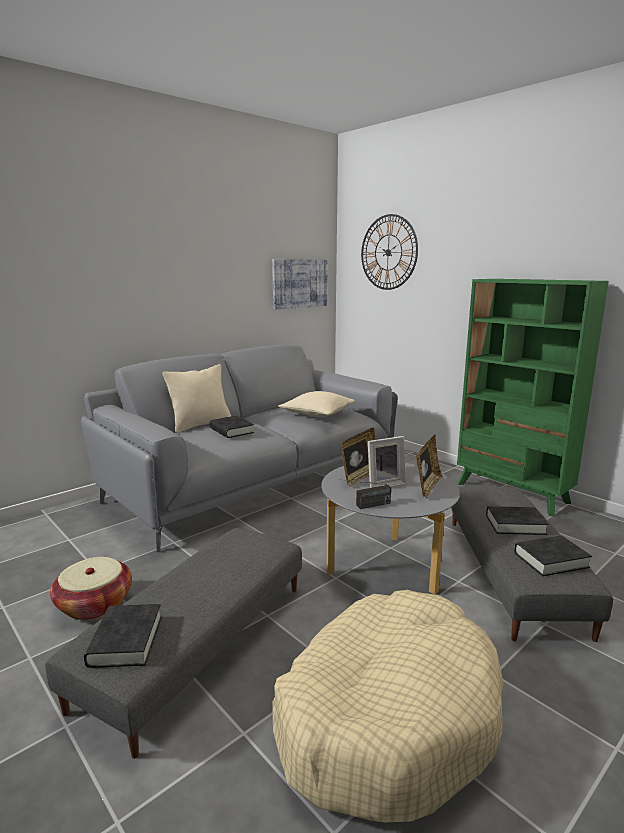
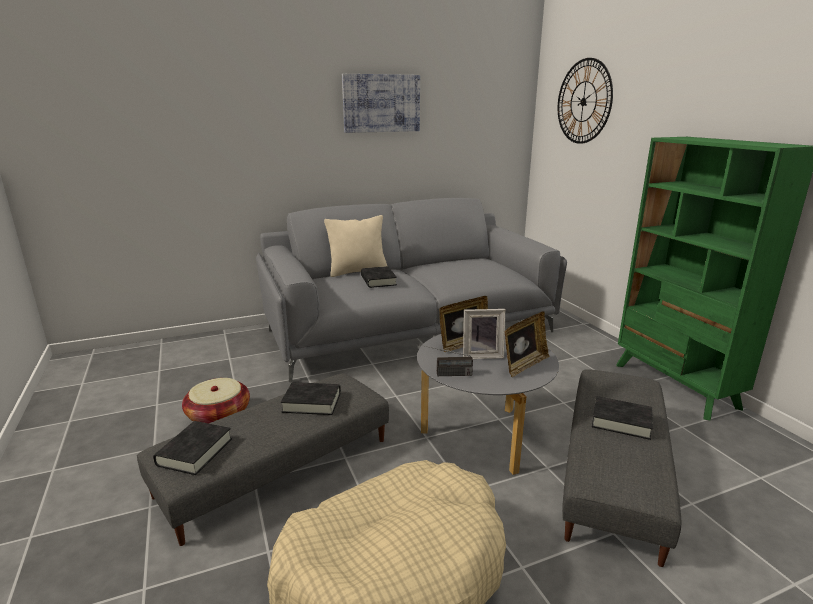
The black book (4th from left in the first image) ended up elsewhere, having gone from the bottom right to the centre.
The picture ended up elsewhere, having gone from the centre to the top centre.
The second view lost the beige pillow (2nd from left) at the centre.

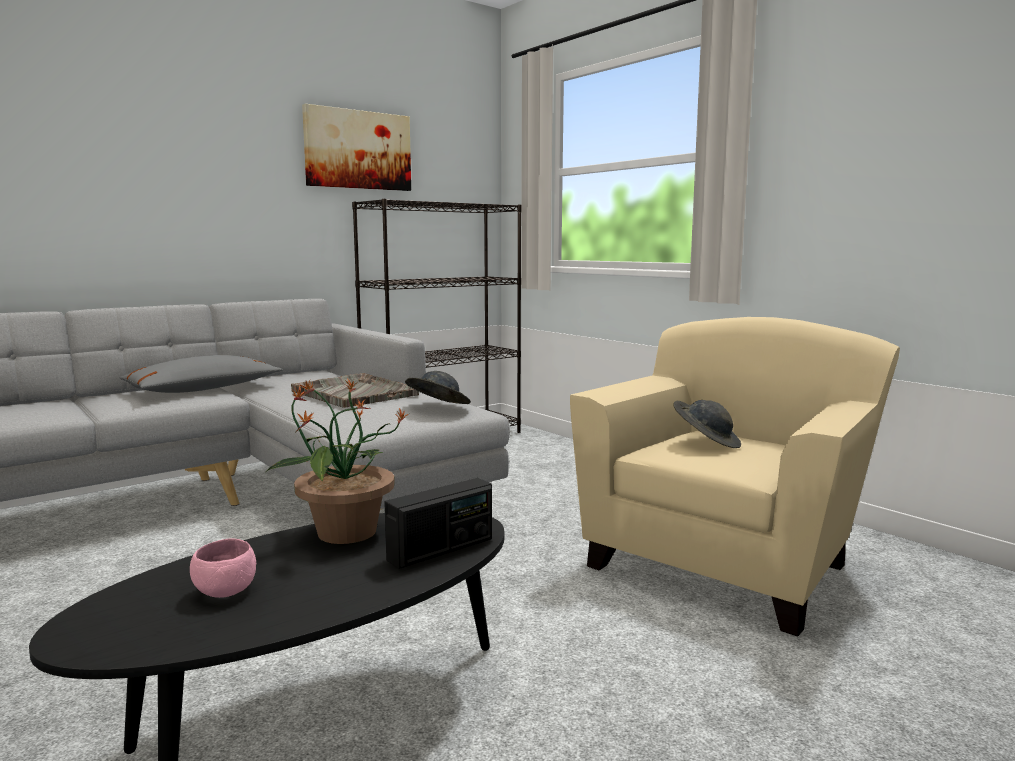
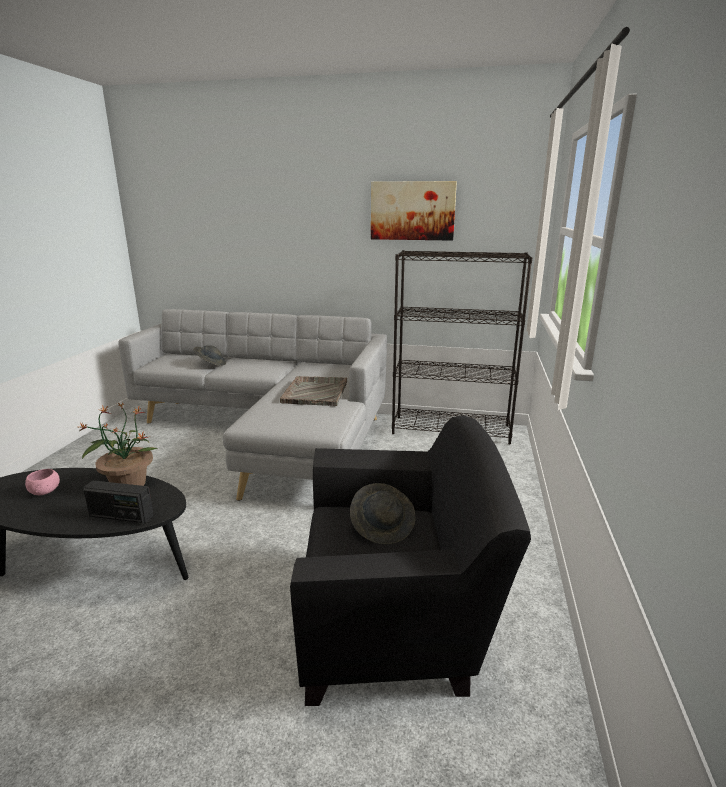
The grey hat (1st from left) ended up elsewhere, having gone from the centre to the middle left.
What was the beige armchair at the middle right turned into the black armchair at the bottom centre.
The second view lost the grey pillow at the middle left.

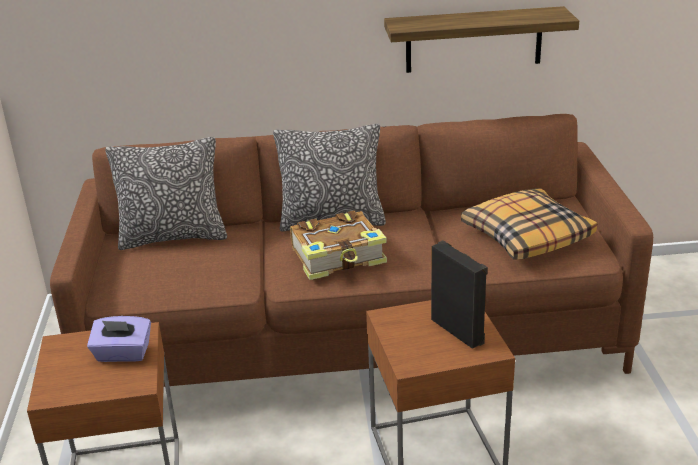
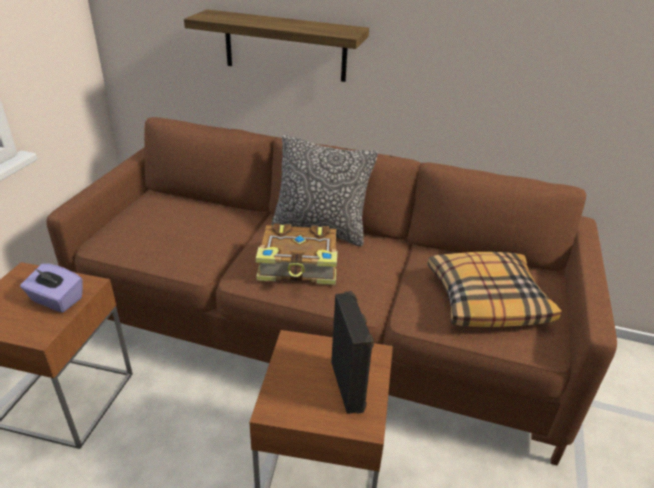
The shelf ended up elsewhere, having gone from the top right to the top centre.
The second view lost the pillow (1st from left) at the middle left.

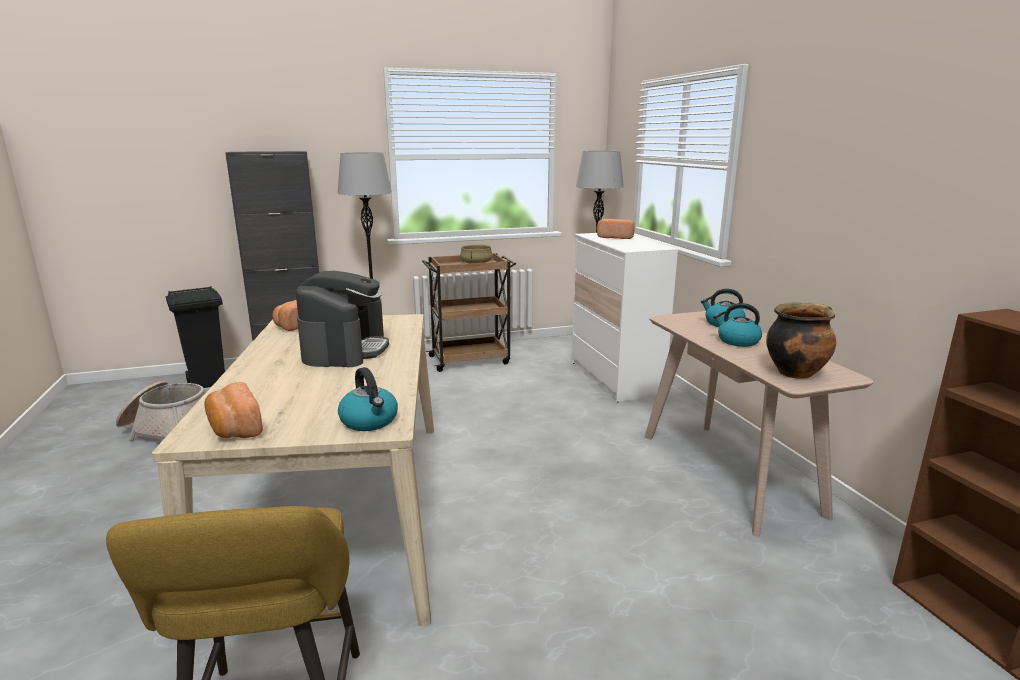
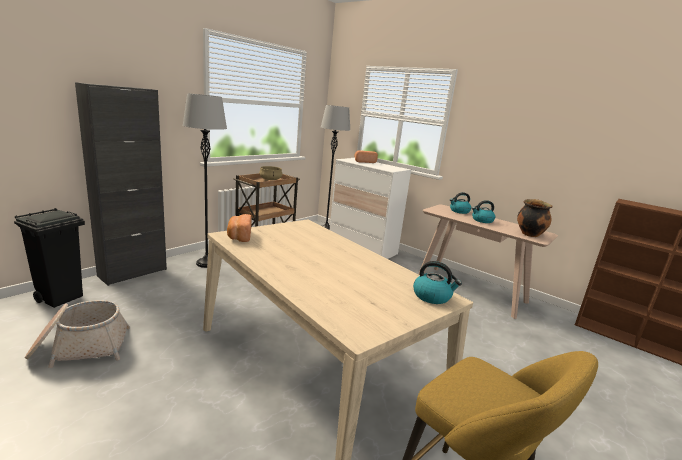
The second view lost the bread (1st from left) at the middle left.
The second view lost the coffee machine at the centre.

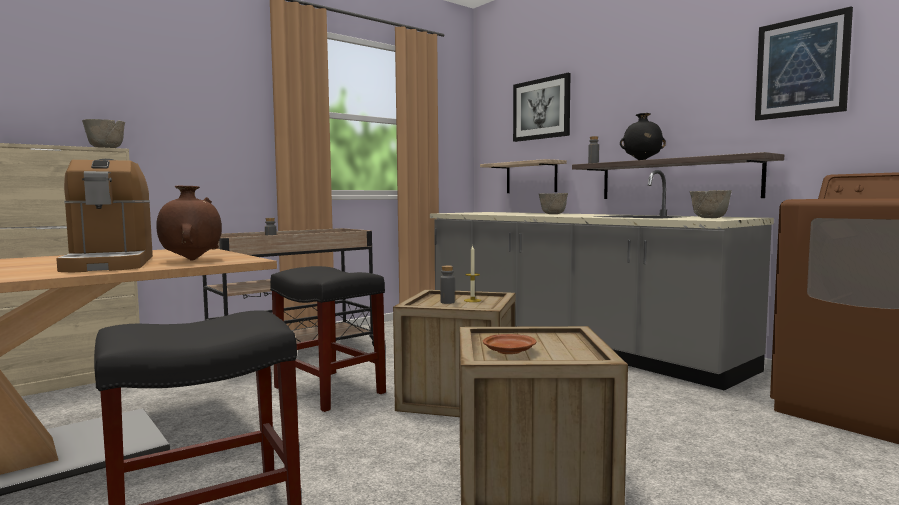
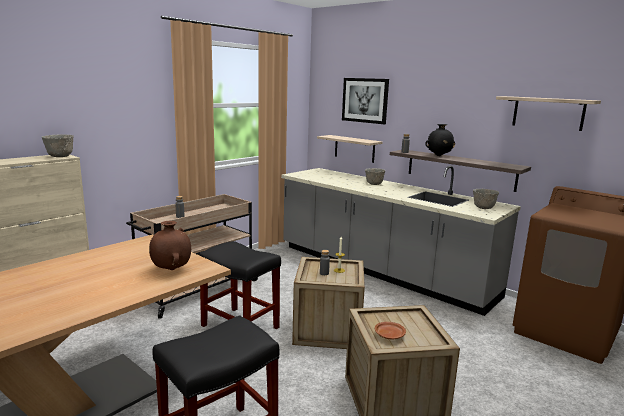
Where the picture (2nd from left) hung at the top right, the shelf (3rd from left) came to hang at the top right.
The second view lost the coffee machine at the middle left.

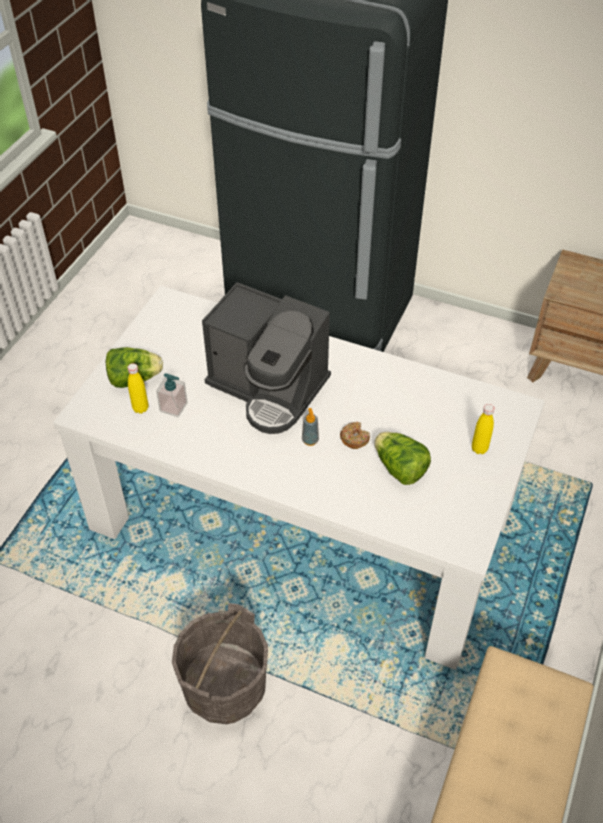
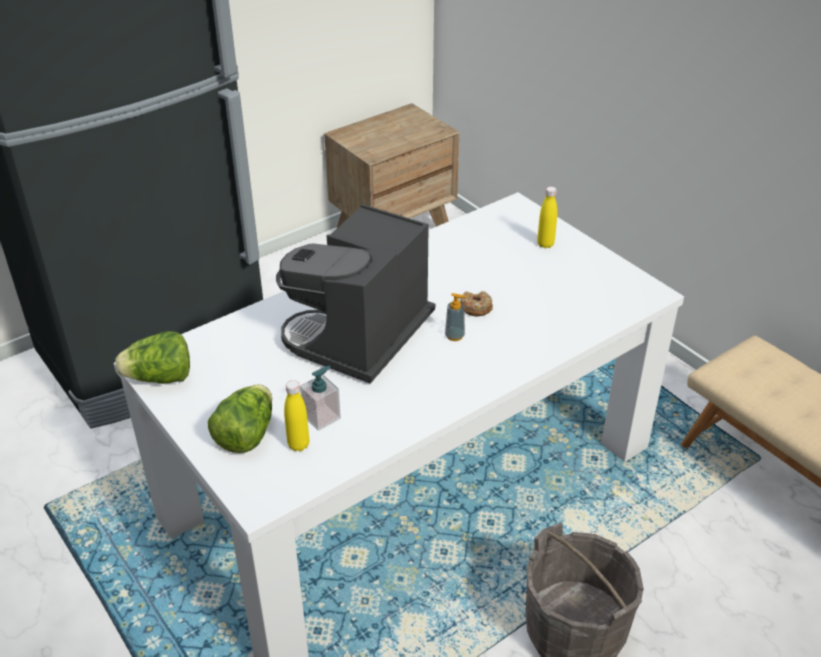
The lettuce (2nd from left in the first image) ended up elsewhere, having gone from the middle right to the middle left.
The coffee machine at the centre ended up facing another way, 150 degrees clockwise from before.

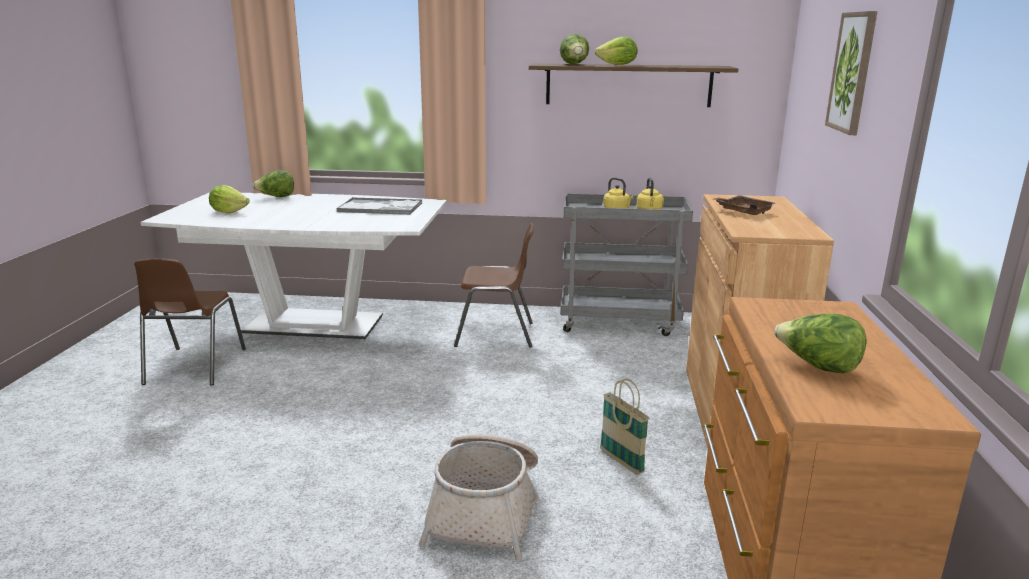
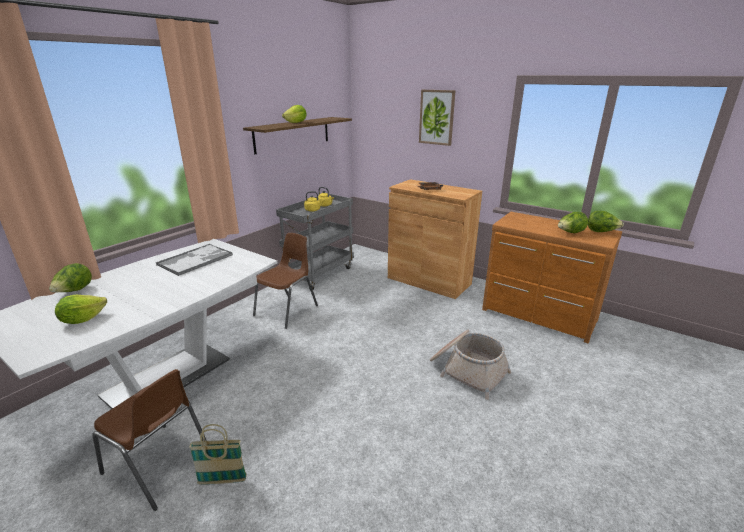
The basket (2nd from left in the first image) ended up elsewhere, having gone from the bottom centre to the bottom left.
The lettuce (3rd from left in the first image) ended up elsewhere, having gone from the top centre to the middle right.

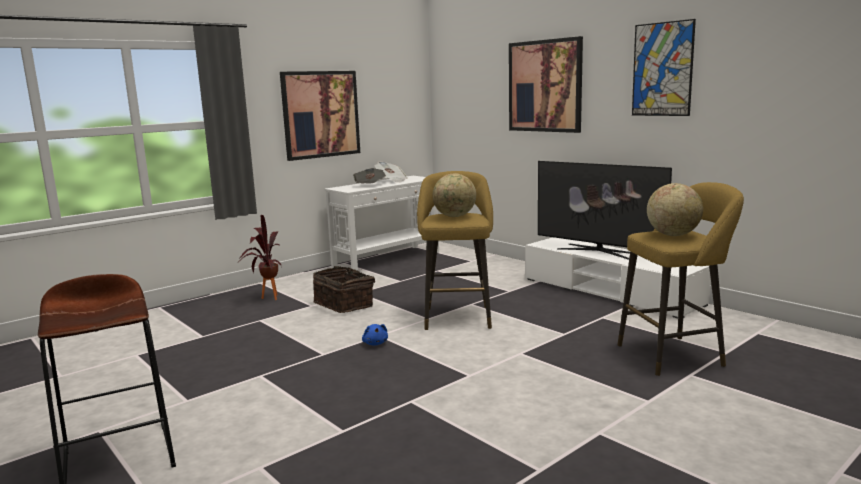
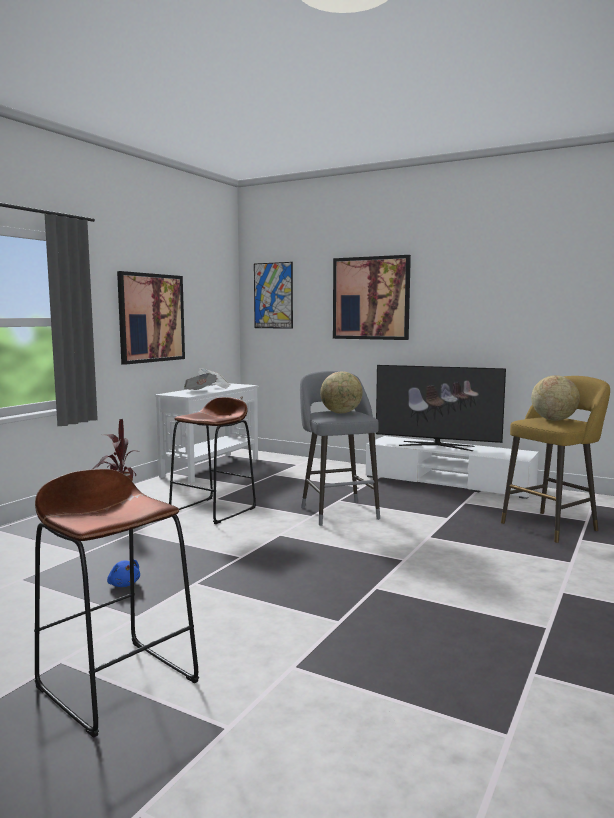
The blue plush toy ended up elsewhere, having gone from the bottom centre to the bottom left.
Where the basket stood at the centre, the brown stool (2nd from left) came to stand at the centre.
The picture (3rd from left in the first image) ended up elsewhere, having gone from the top right to the centre.
What was the yellow stool (1st from left) at the centre turned into the grey stool at the centre.

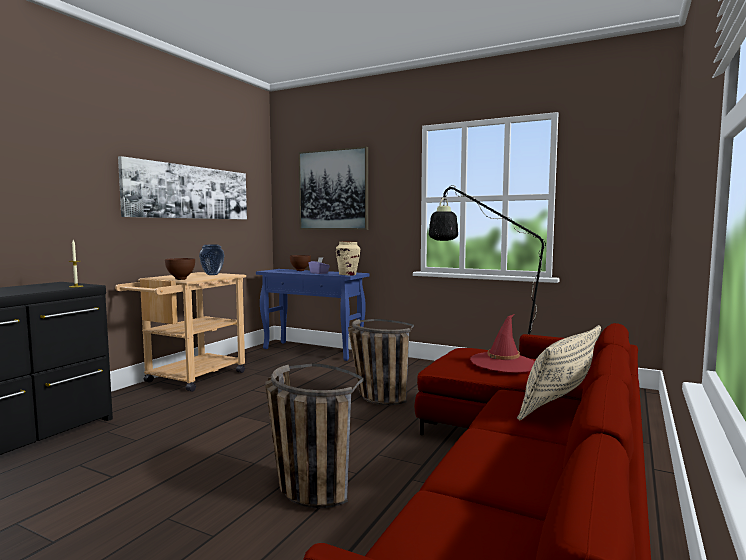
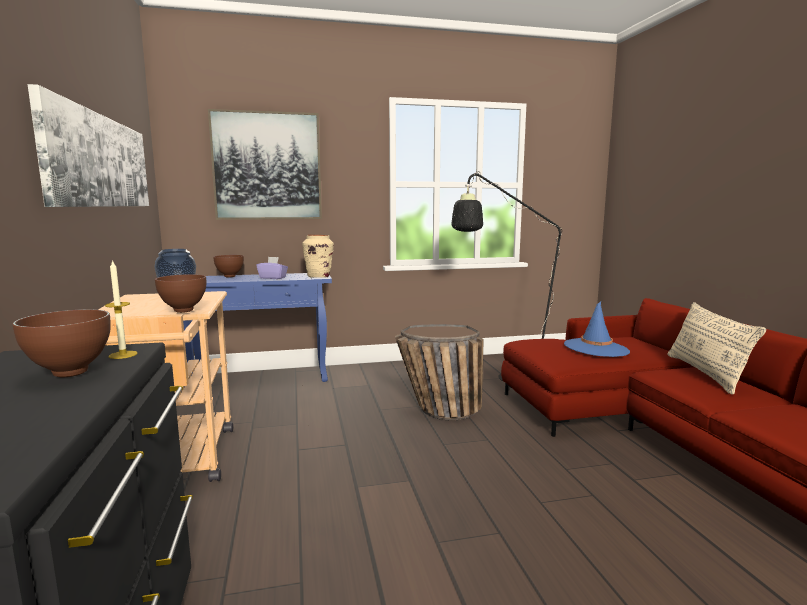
The second view gained the brown bowl (1st from left) at the middle left.
What was the red hat at the middle right turned into the blue hat at the middle right.
The second view lost the basket (1st from left) at the bottom centre.

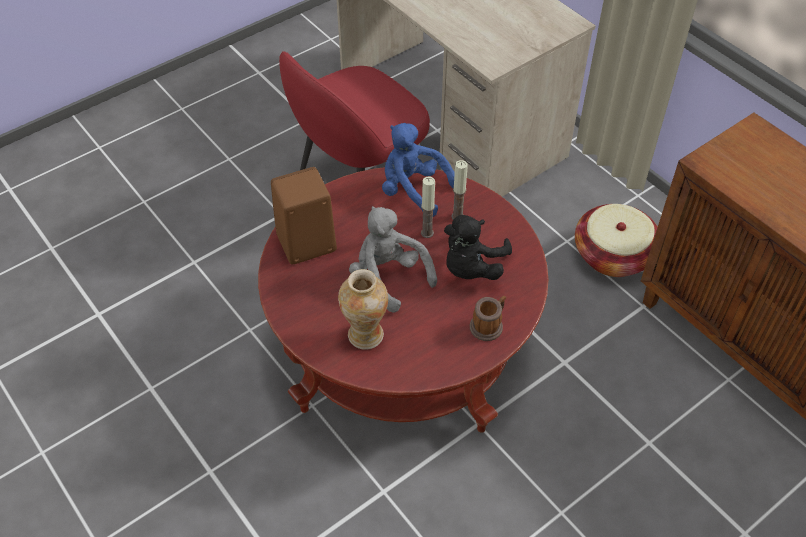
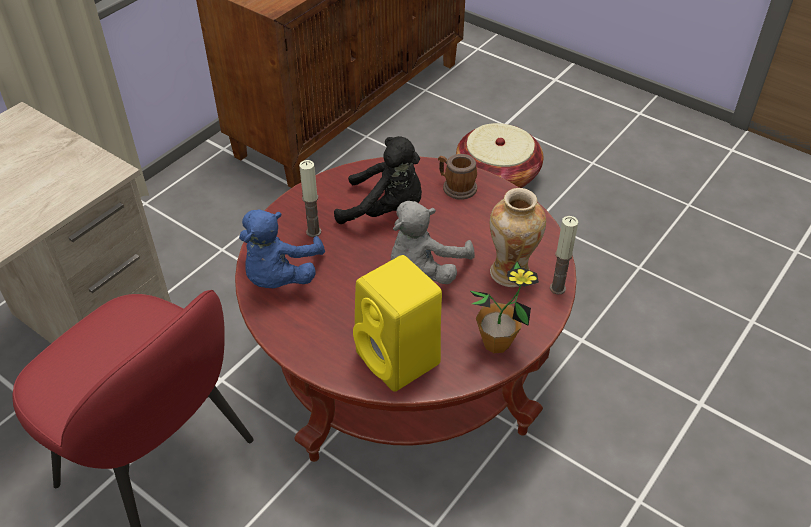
What was the brown speaker at the centre turned into the yellow speaker at the centre.
The basket ended up elsewhere, having gone from the middle right to the top centre.
The second view gained the potted plant at the centre.
The candle (1st from left in the first image) ended up elsewhere, having gone from the centre to the middle right.

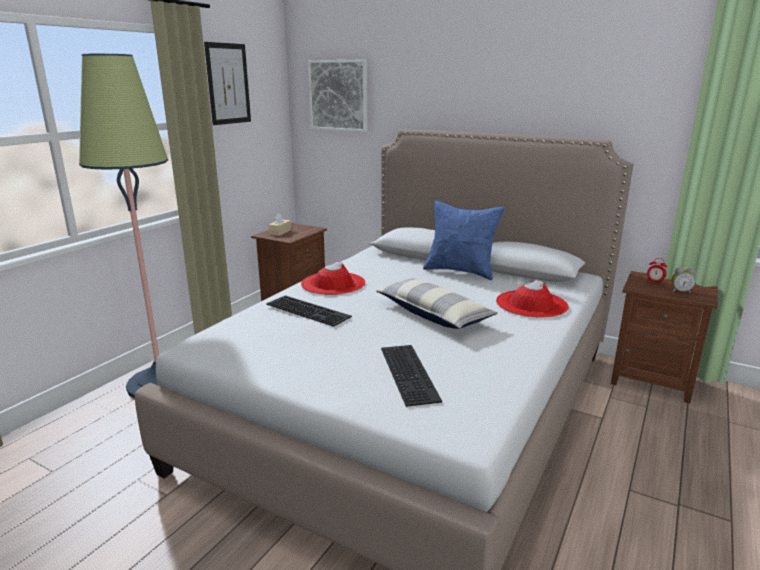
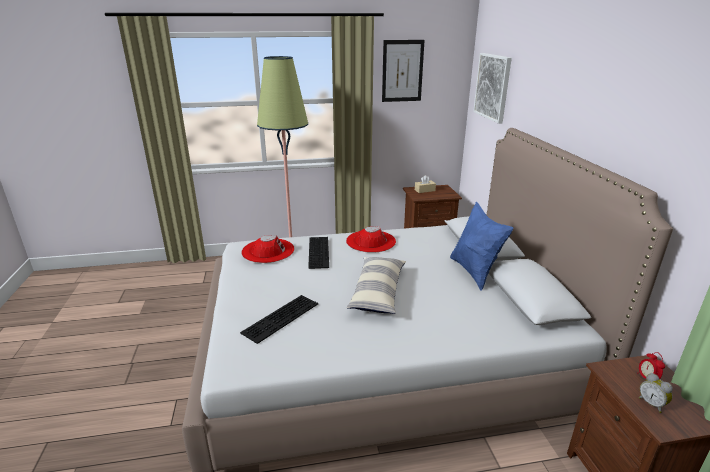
The red hat (2nd from left in the first image) ended up elsewhere, having gone from the middle right to the centre.

